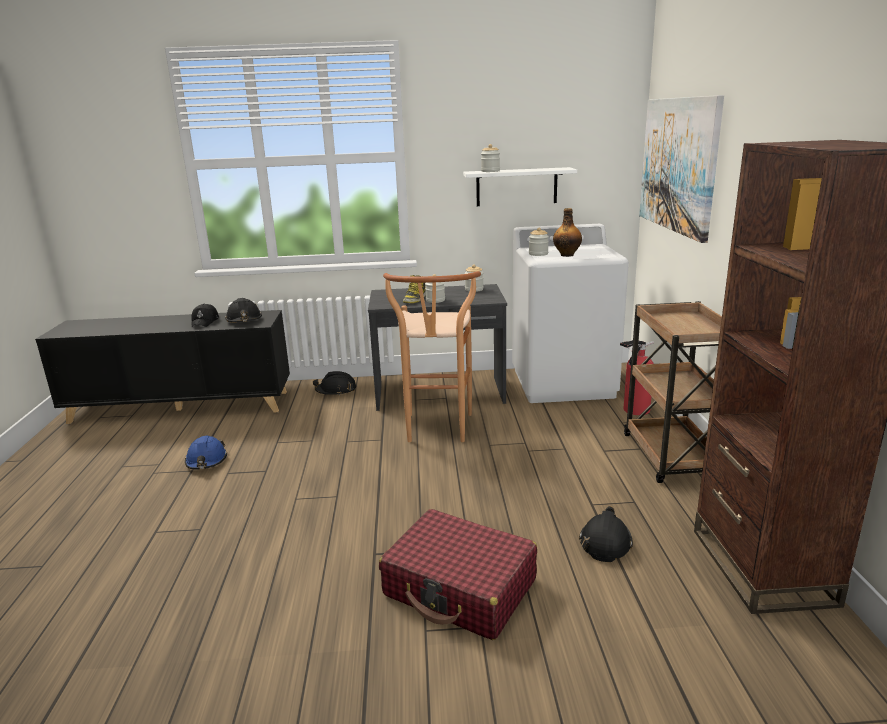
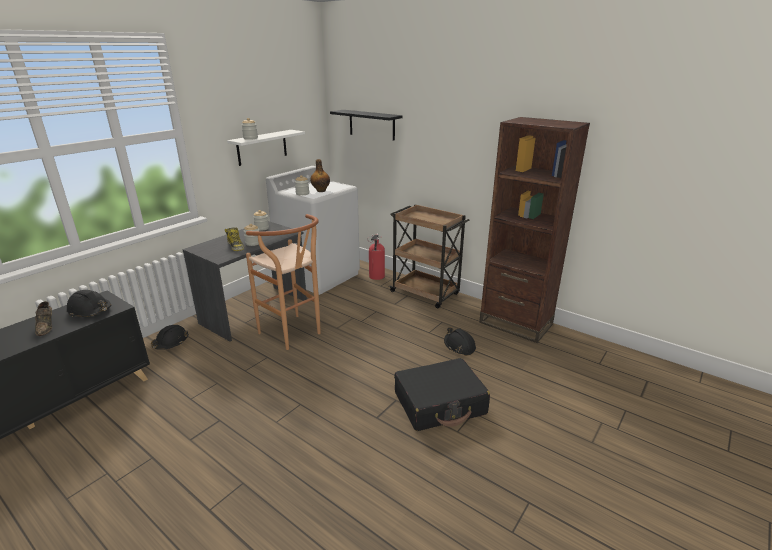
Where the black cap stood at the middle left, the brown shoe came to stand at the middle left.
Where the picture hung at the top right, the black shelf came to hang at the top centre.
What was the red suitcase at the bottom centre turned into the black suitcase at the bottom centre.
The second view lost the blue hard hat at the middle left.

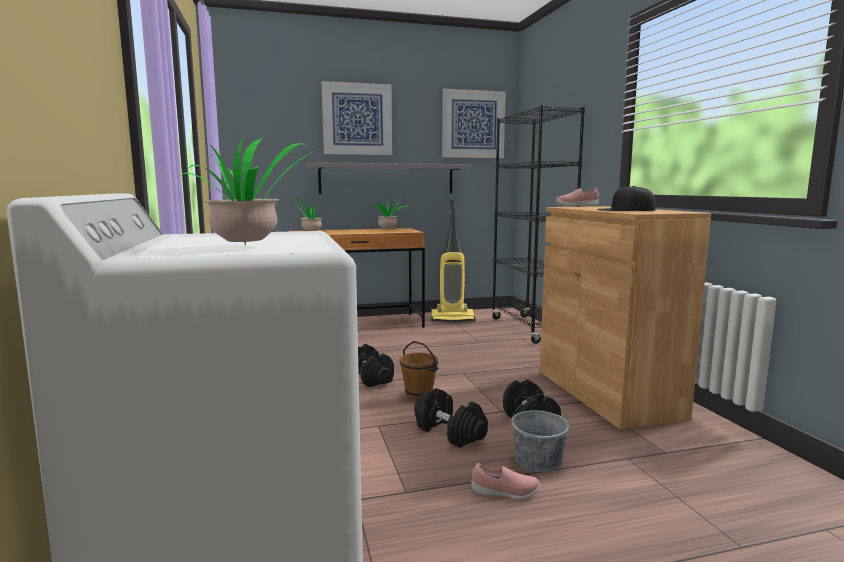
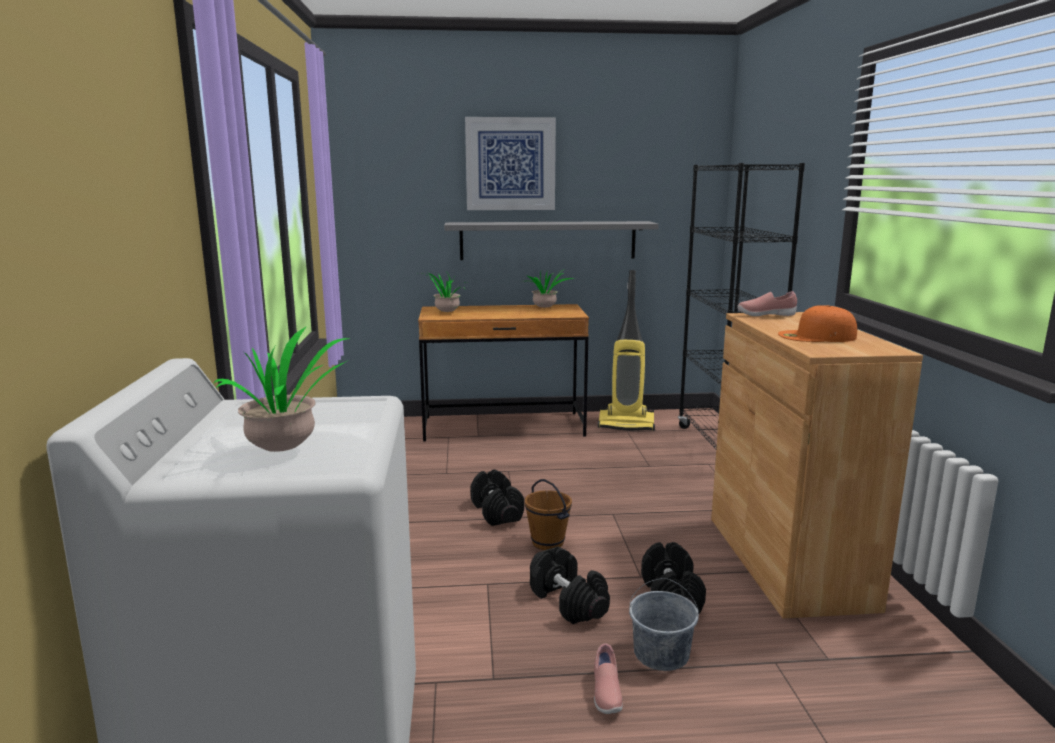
The pink shoe (1st from left) at the bottom centre ended up facing another way, 75 degrees clockwise from before.
What was the black cap at the middle right turned into the orange cap at the middle right.
The second view lost the picture (2nd from left) at the top centre.

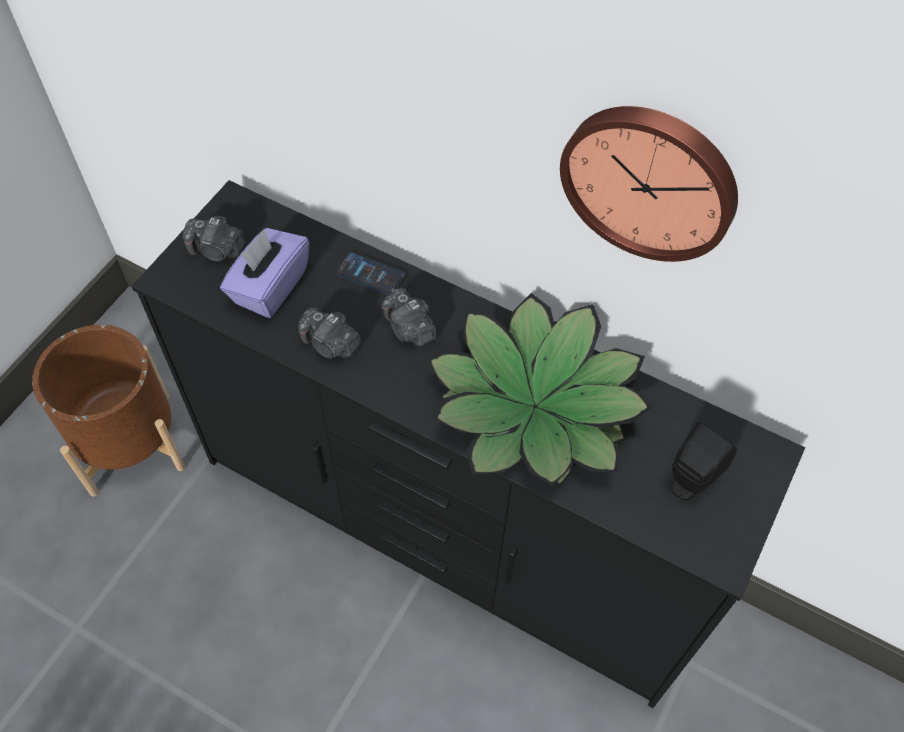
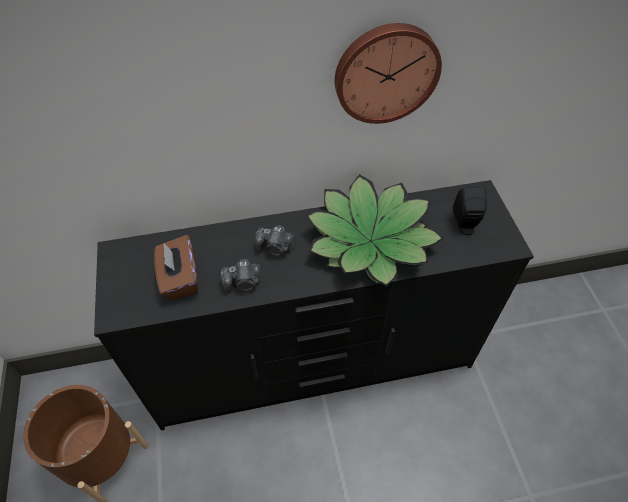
What was the purple tissue box at the middle left turned into the brown tissue box at the middle left.
The second view lost the photo camera (1st from left) at the top left.
The second view lost the phone at the centre.

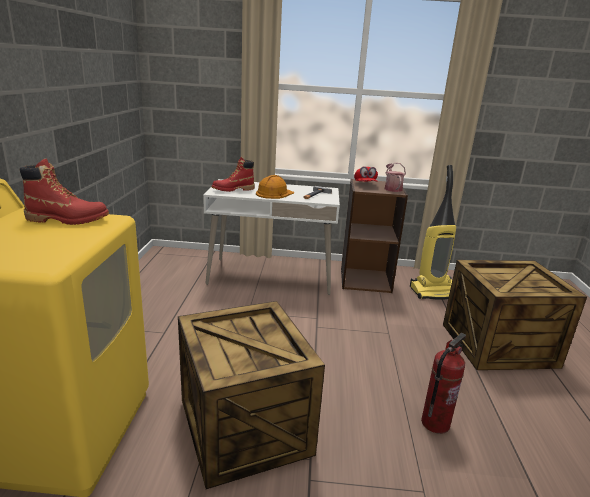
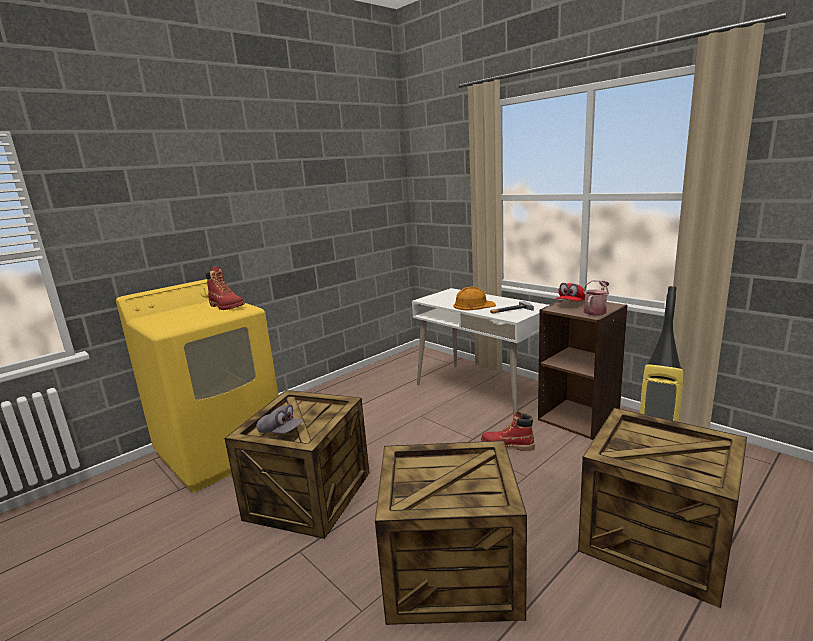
The second view gained the grey cap at the centre.
Where the fire extinguisher stood at the bottom right, the crate (2nd from left) came to stand at the bottom centre.
The red boot (2nd from left) ended up elsewhere, having gone from the centre to the bottom centre.

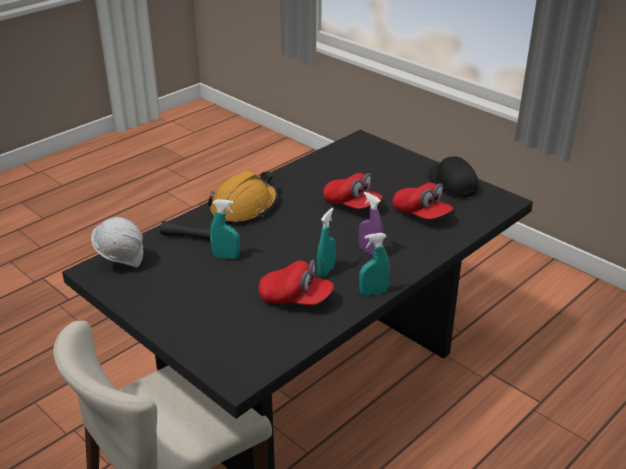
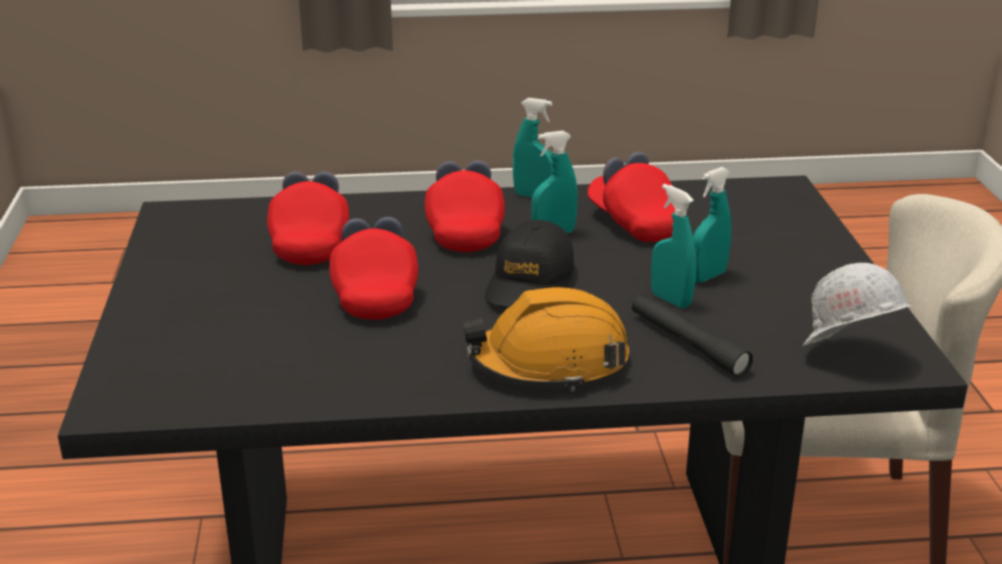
Where the purple spray bottle stood at the centre, the red cap (3rd from left) came to stand at the centre.
The black cap ended up elsewhere, having gone from the middle right to the centre.
The second view gained the turquoise spray bottle (4th from left) at the middle right.

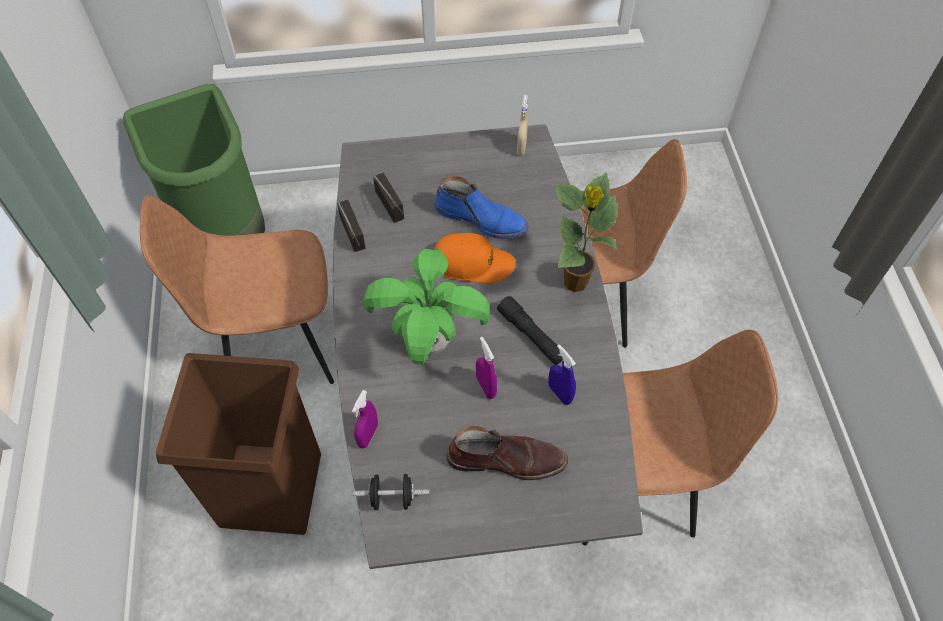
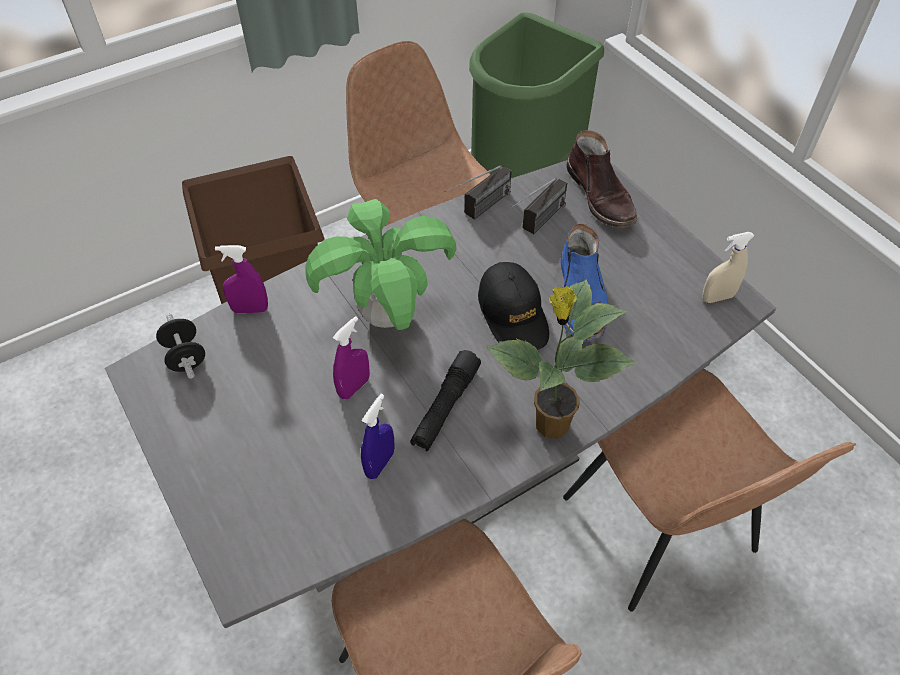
What was the orange cap at the centre turned into the black cap at the centre.
The brown boot ended up elsewhere, having gone from the bottom centre to the top right.

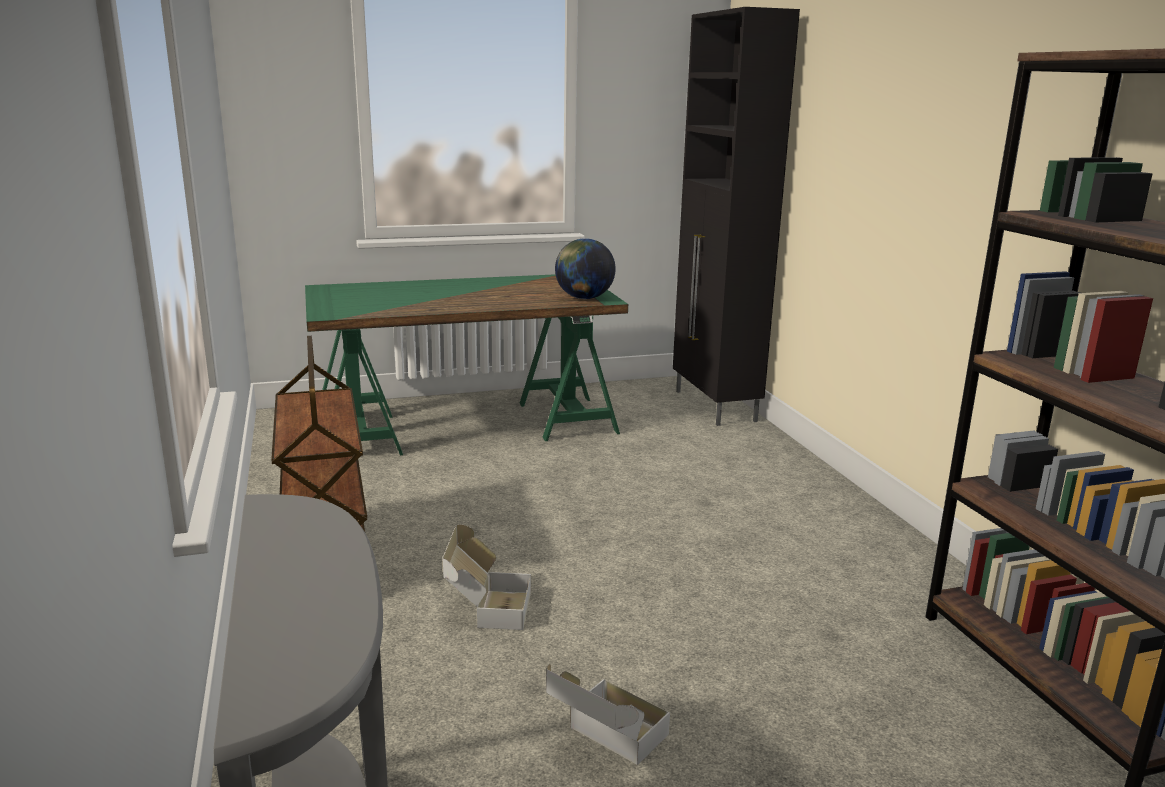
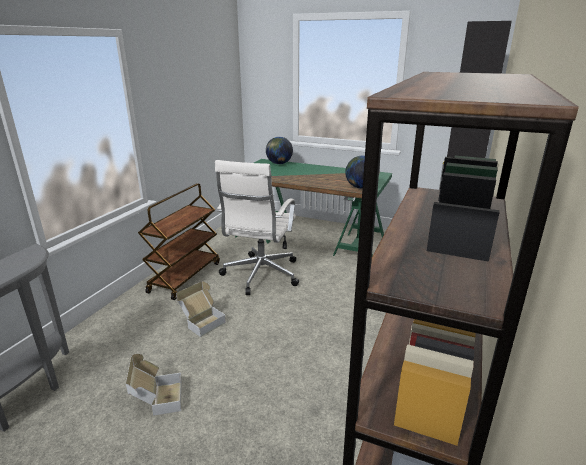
The second view gained the white office chair at the centre.
The second view gained the globe (1st from left) at the top centre.

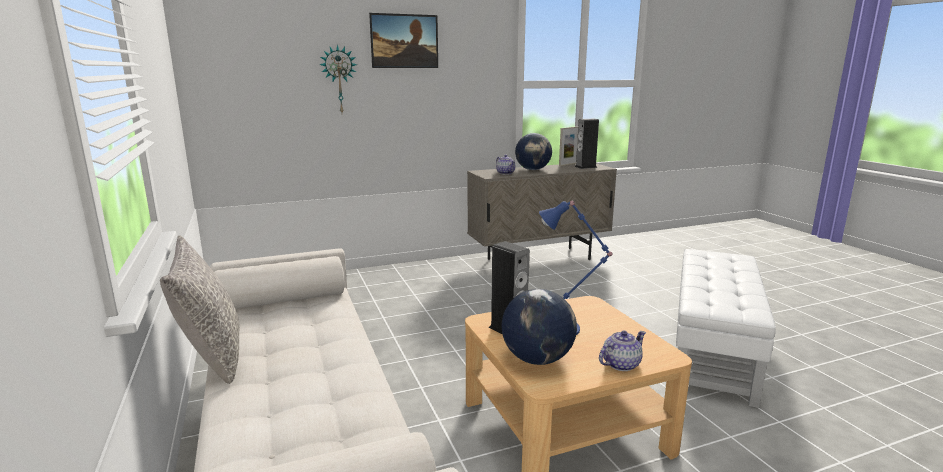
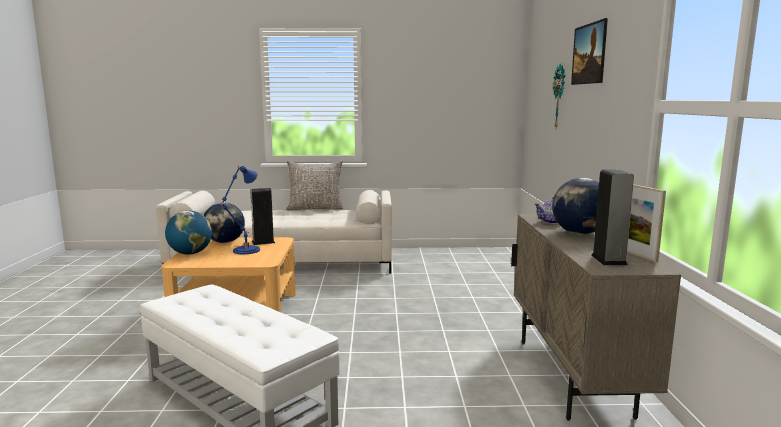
Where the teapot (2nd from left) stood at the bottom centre, the globe (1st from left) came to stand at the middle left.

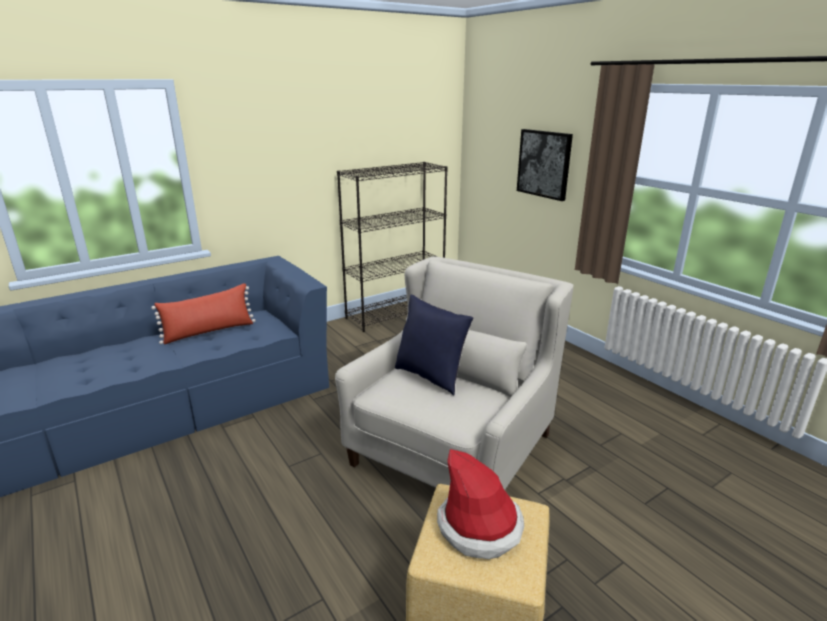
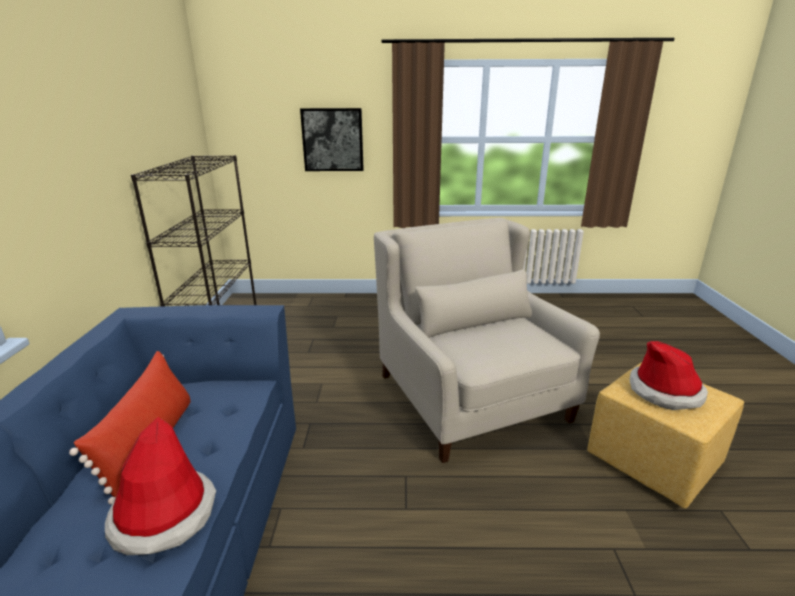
The second view gained the hat (1st from left) at the bottom left.
The second view lost the blue pillow at the centre.

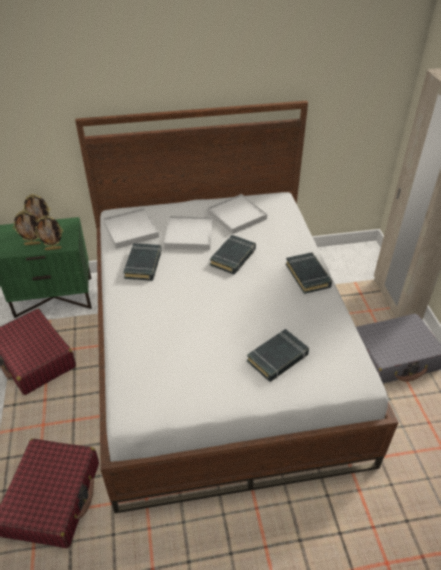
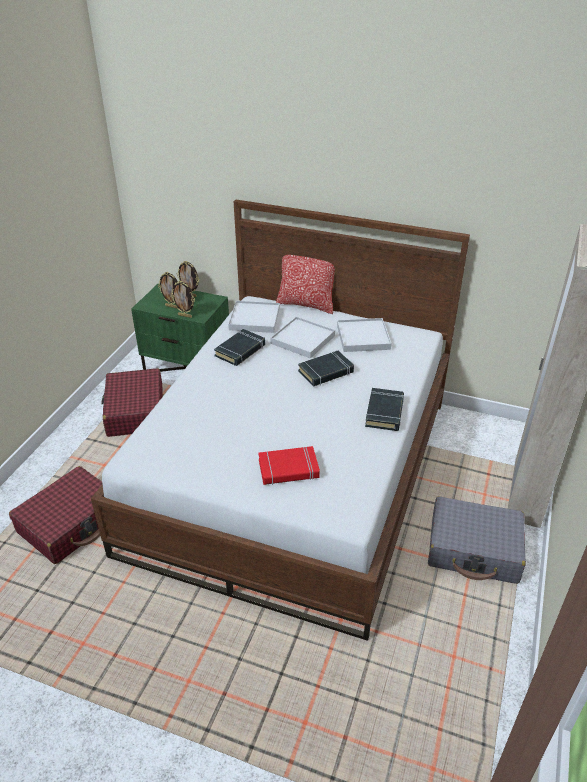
What was the black book (3rd from left) at the centre turned into the red book at the centre.
The second view gained the pillow at the centre.

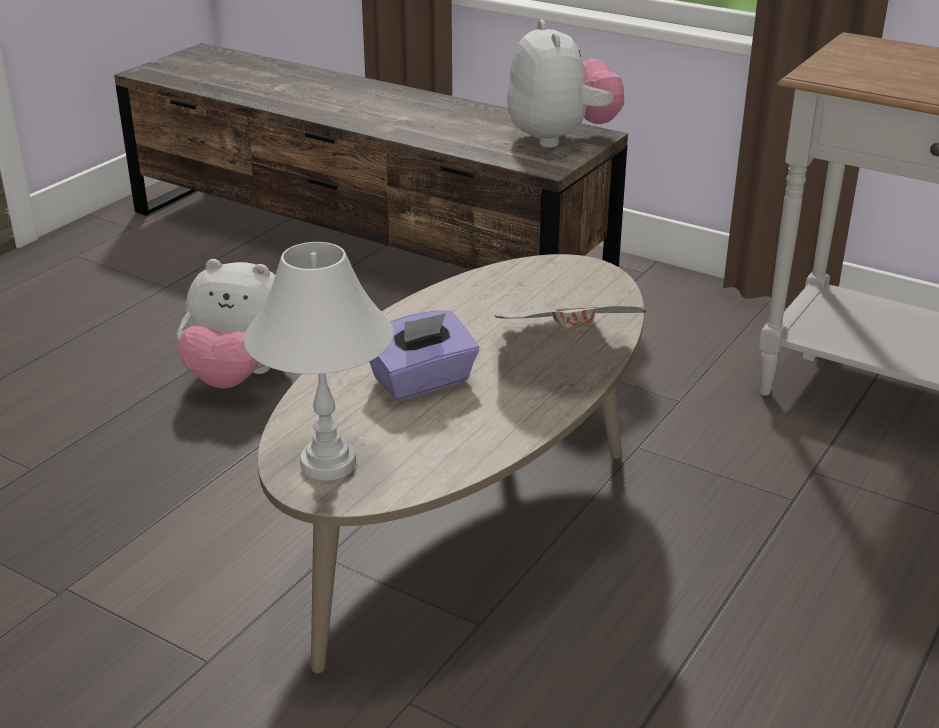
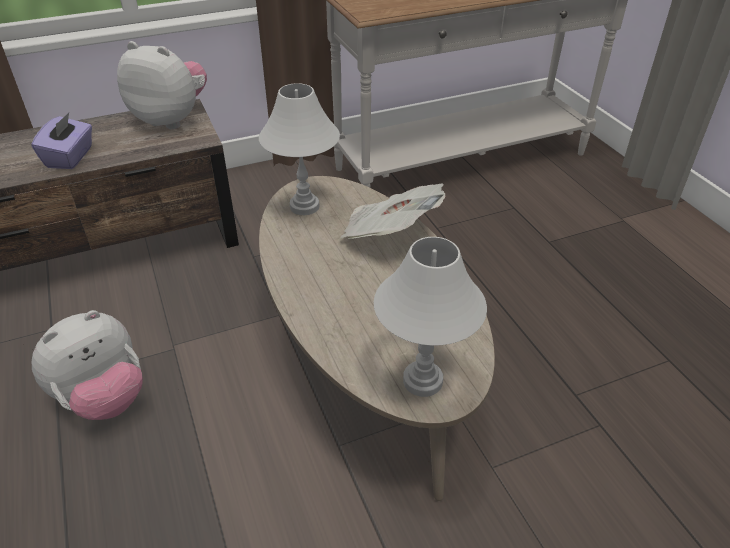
The purple tissue box ended up elsewhere, having gone from the centre to the top left.
The second view gained the white table lamp (1st from left) at the top centre.

